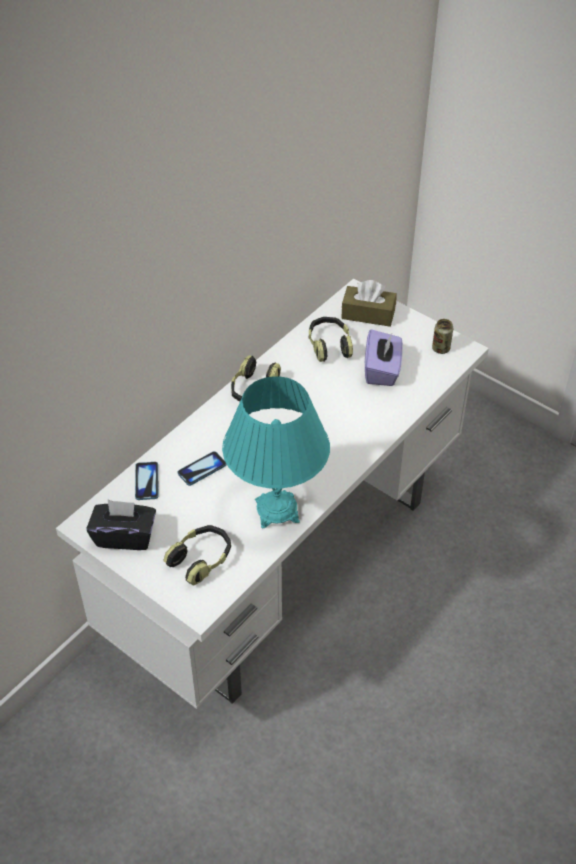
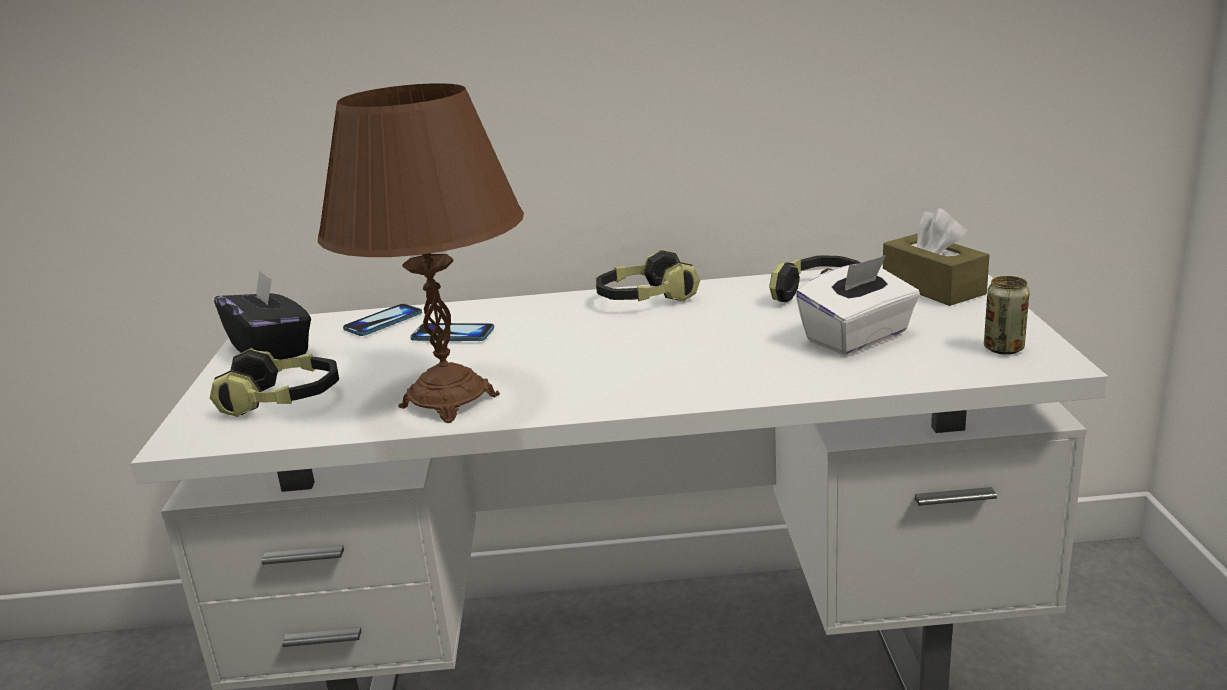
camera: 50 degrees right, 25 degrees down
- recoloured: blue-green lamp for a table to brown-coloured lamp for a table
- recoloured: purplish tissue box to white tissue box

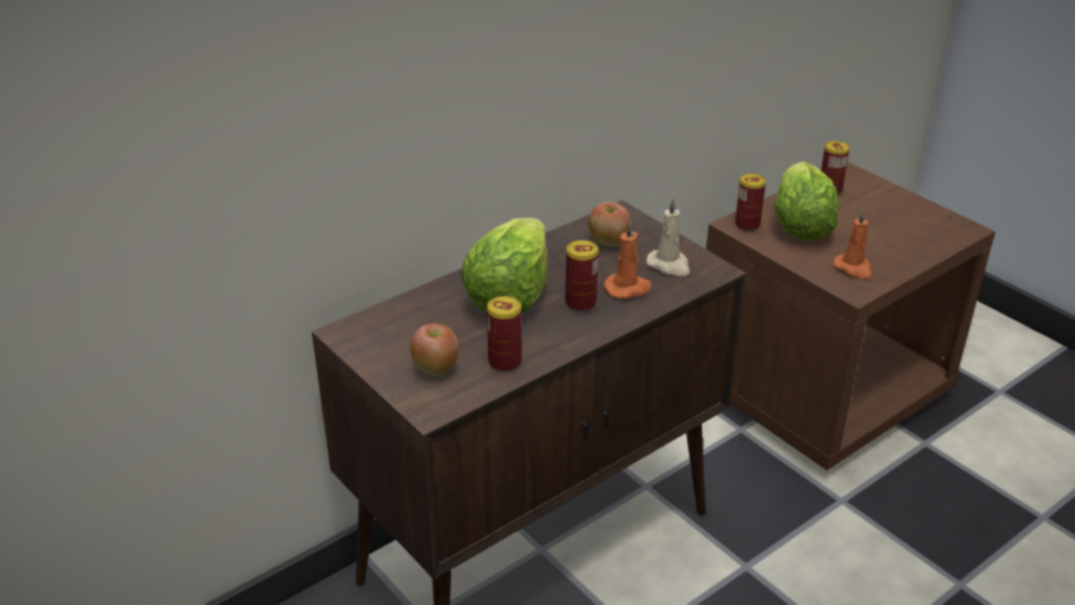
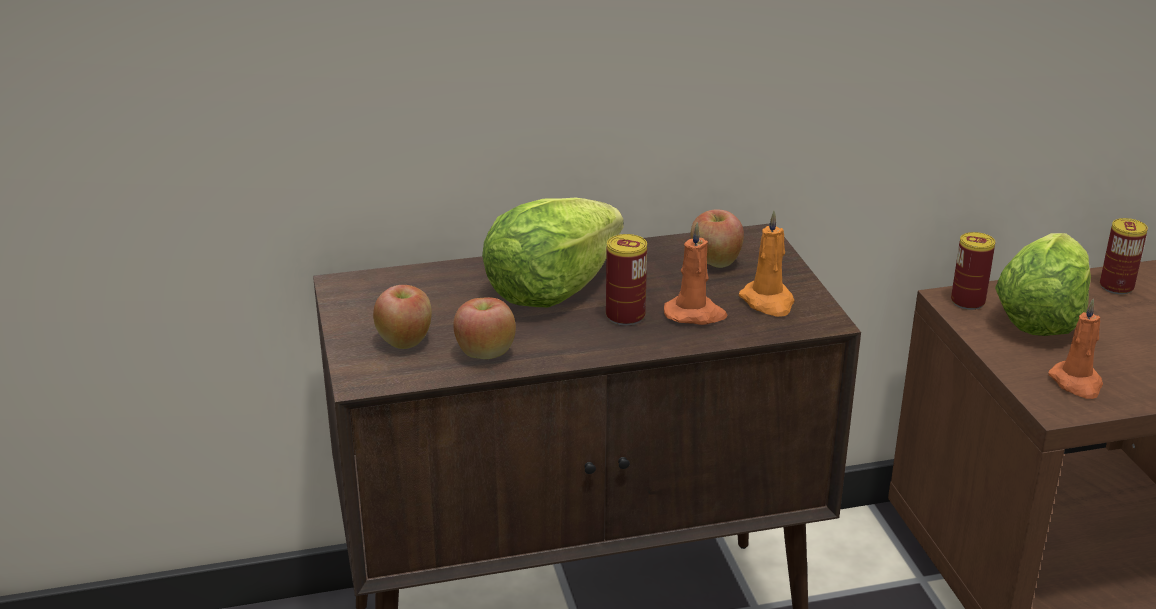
camera: 25 degrees right, 5 degrees down
- replaced: metal can (1st from left) to apple fruit (2nd from left)
- recoloured: sand-coloured wax candle to orangey wax candle (2nd from left)

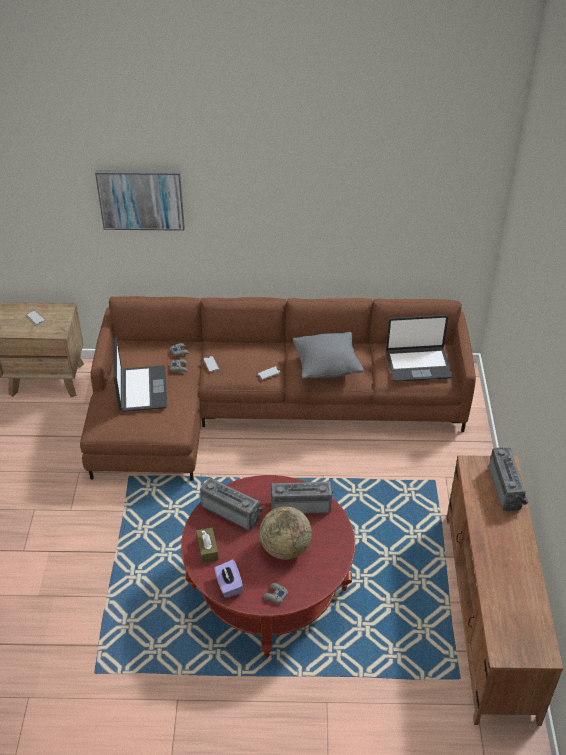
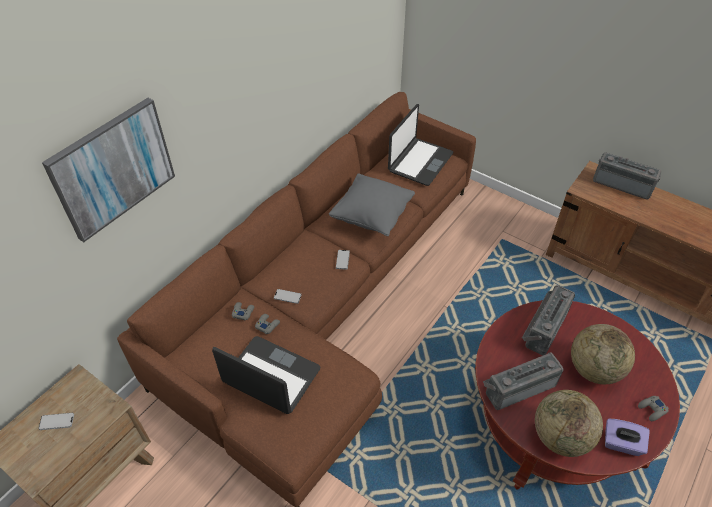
camera: 55 degrees left, 5 degrees up
- replaced: brown-coloured tissue box to world globe (1st from left)

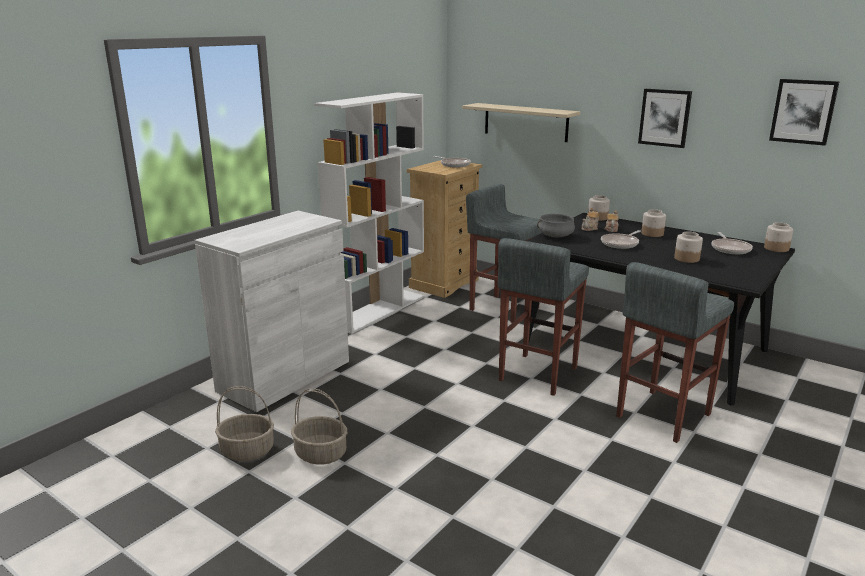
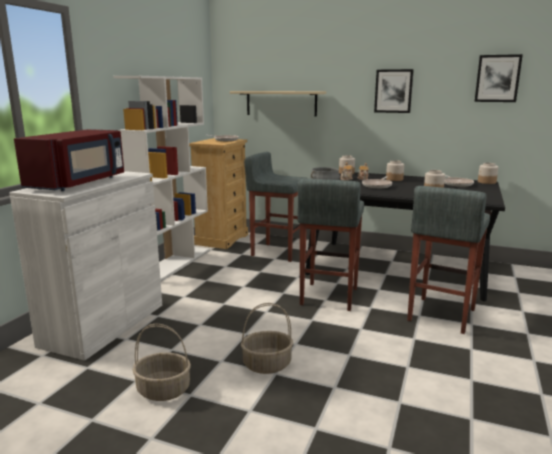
camera: 15 degrees left, 5 degrees down
- added: red-coloured kitchen microwave
- moved: basket (1st from left in the first image) to basket (2nd from left)

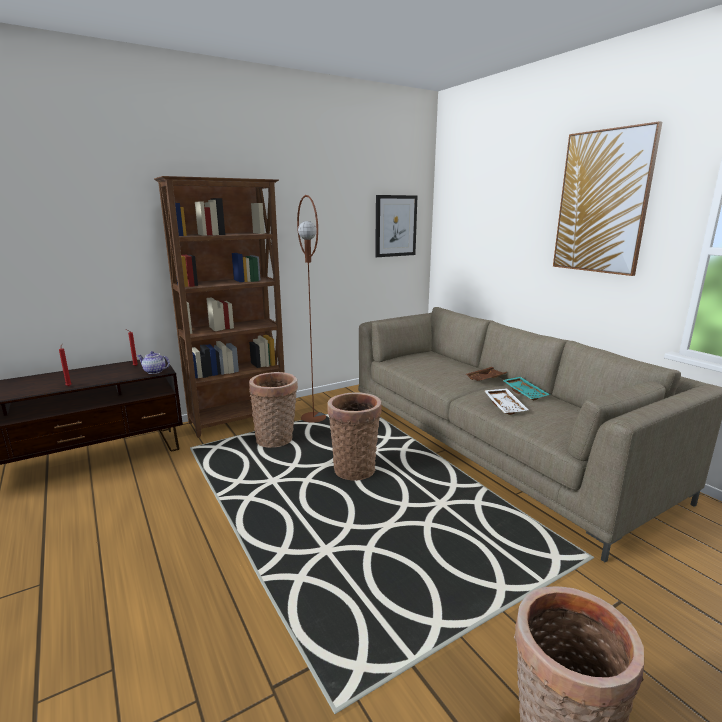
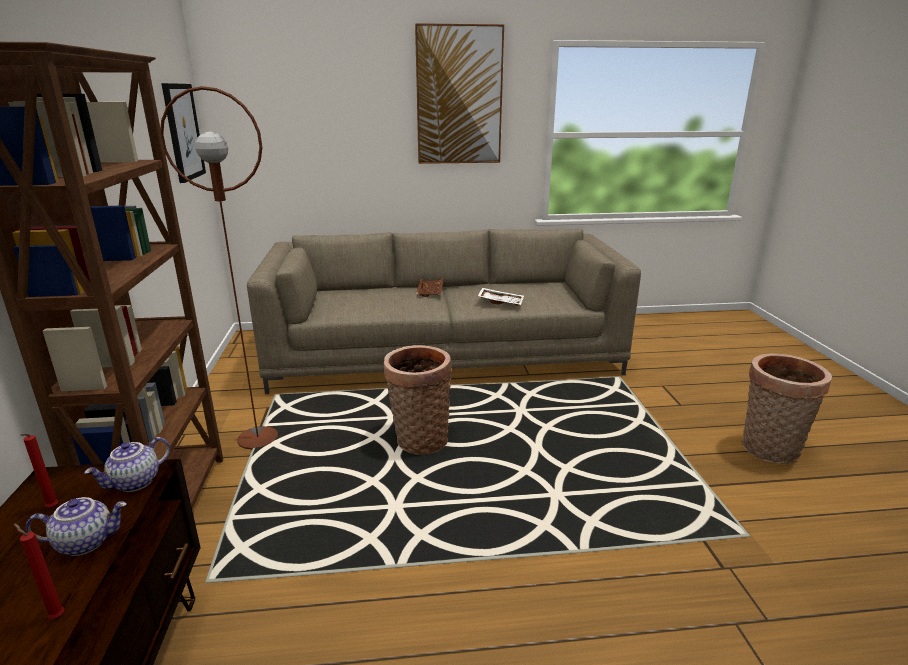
camera: 65 degrees left, 5 degrees up
- removed: basket (1st from left)
- removed: blue-green tray
- added: pot for tea (1st from left)

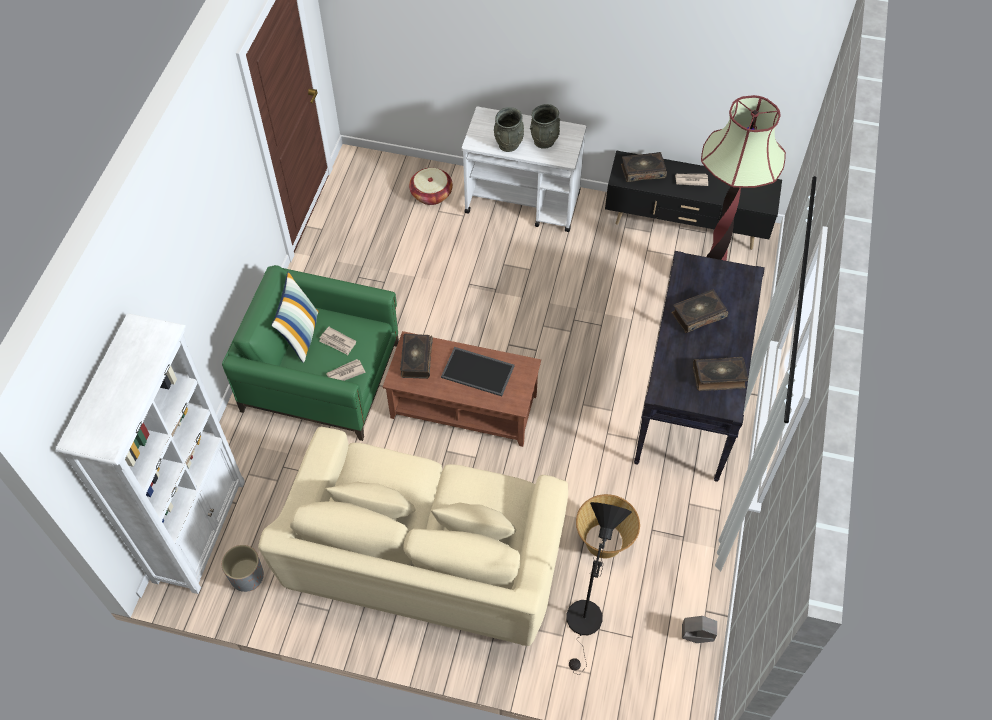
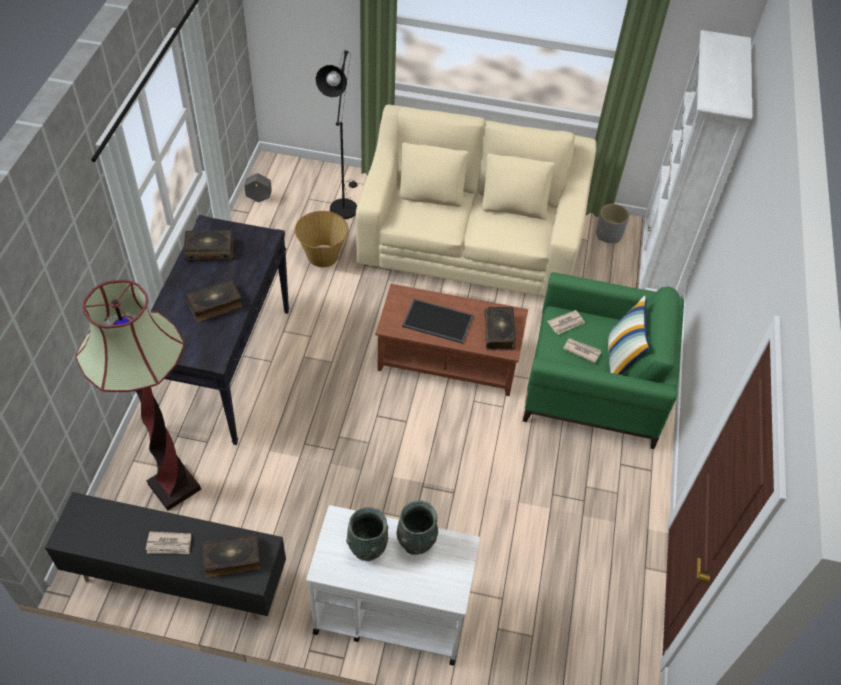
camera: 175 degrees right, 5 degrees down
- removed: basket (1st from left)

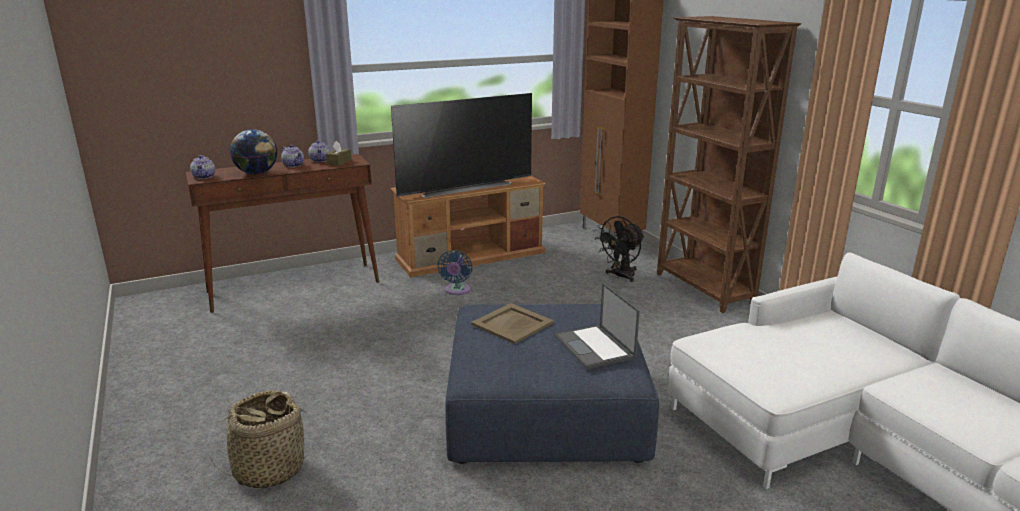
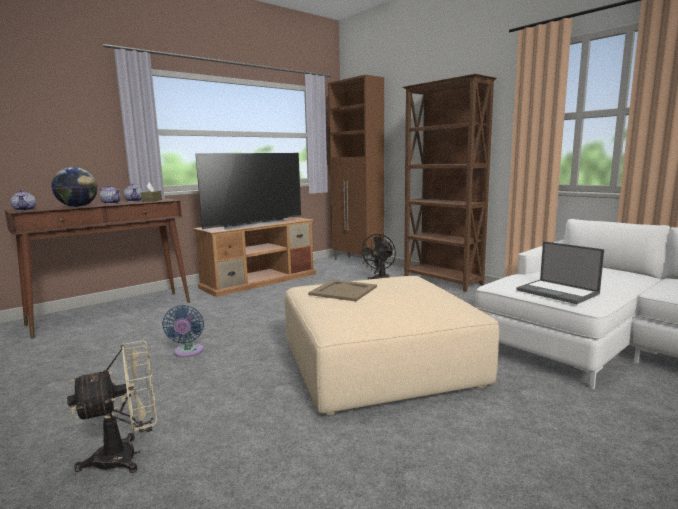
camera: 15 degrees left, 10 degrees down
- moved: blue fan
- moved: laptop
- replaced: basket to sand-coloured fan
- recoloured: blue ottoman to sand-coloured ottoman

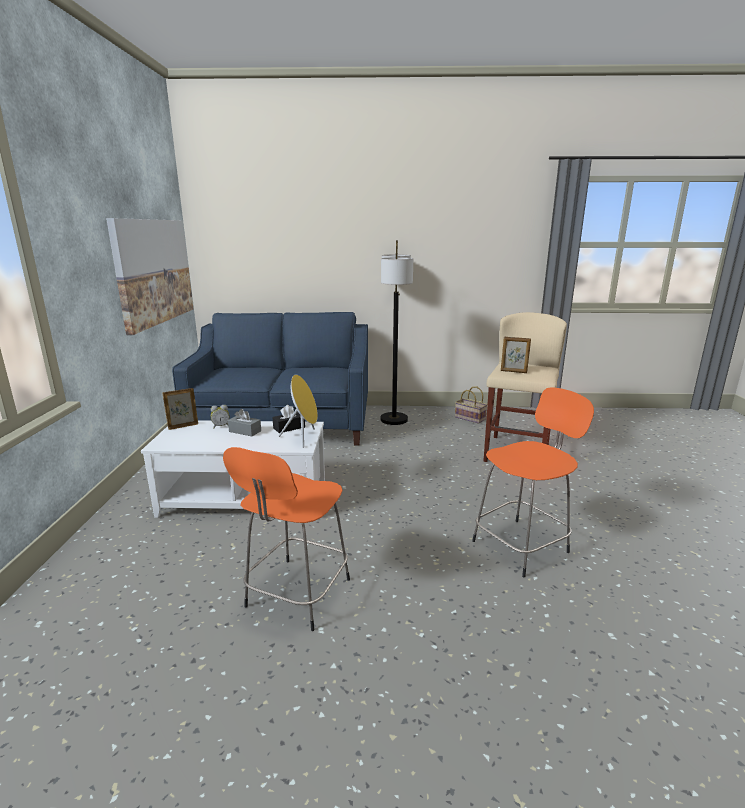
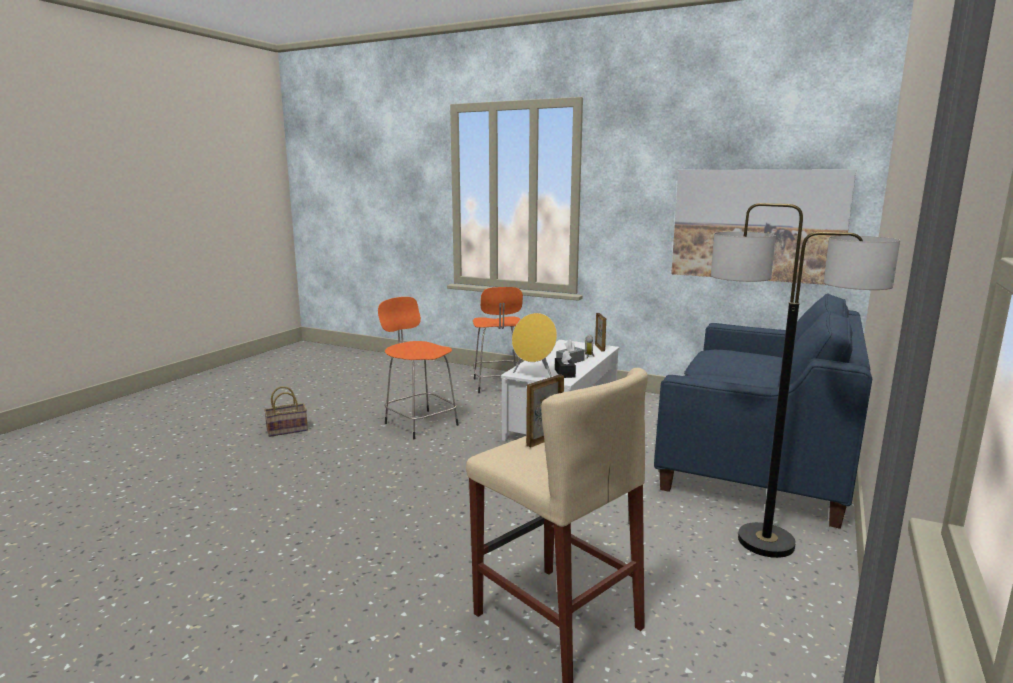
camera: 115 degrees right, 5 degrees down
- moved: basket
- moved: orangey stool (2nd from left)

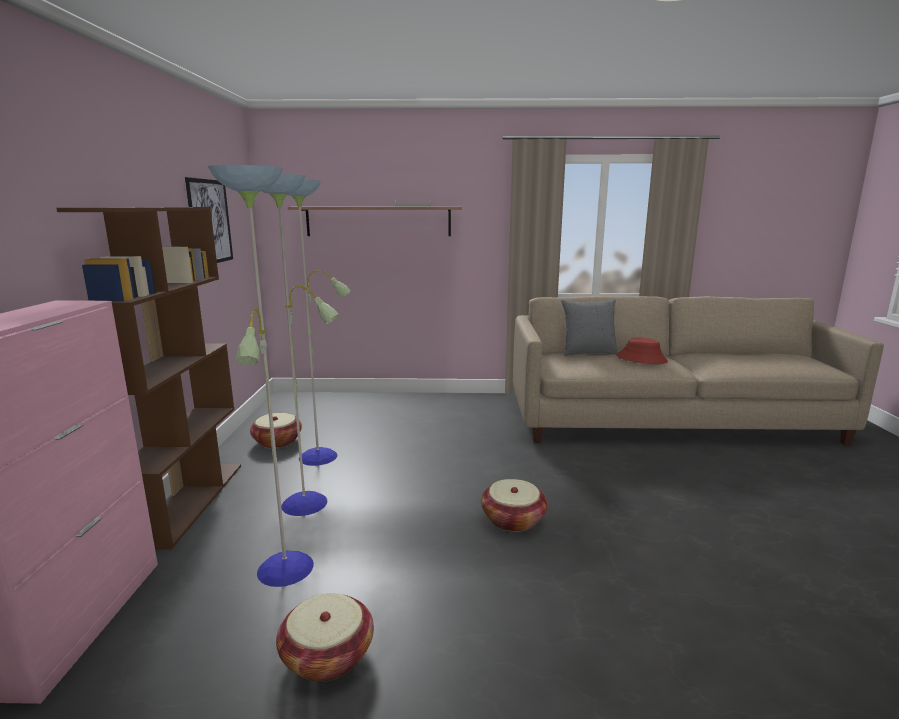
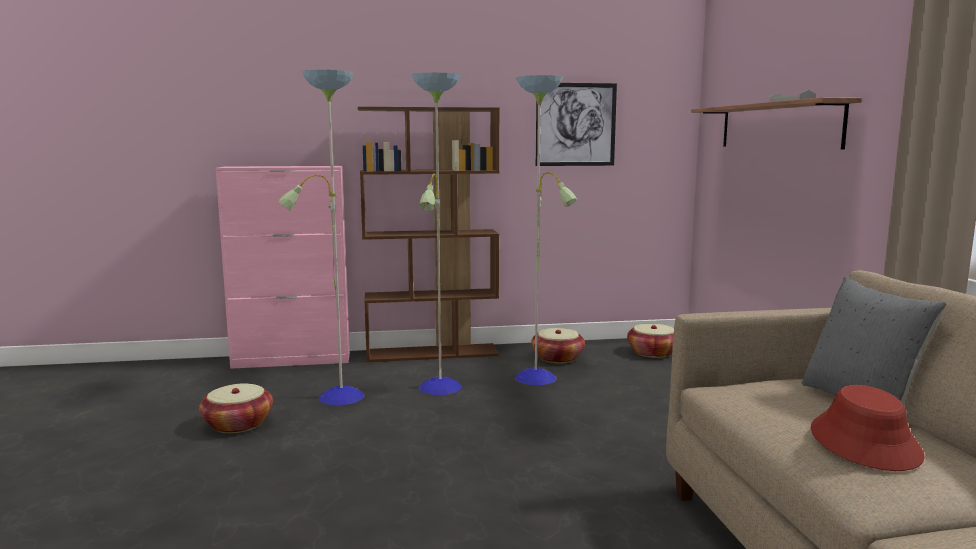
camera: 80 degrees right, 5 degrees down
- moved: basket (3rd from left)

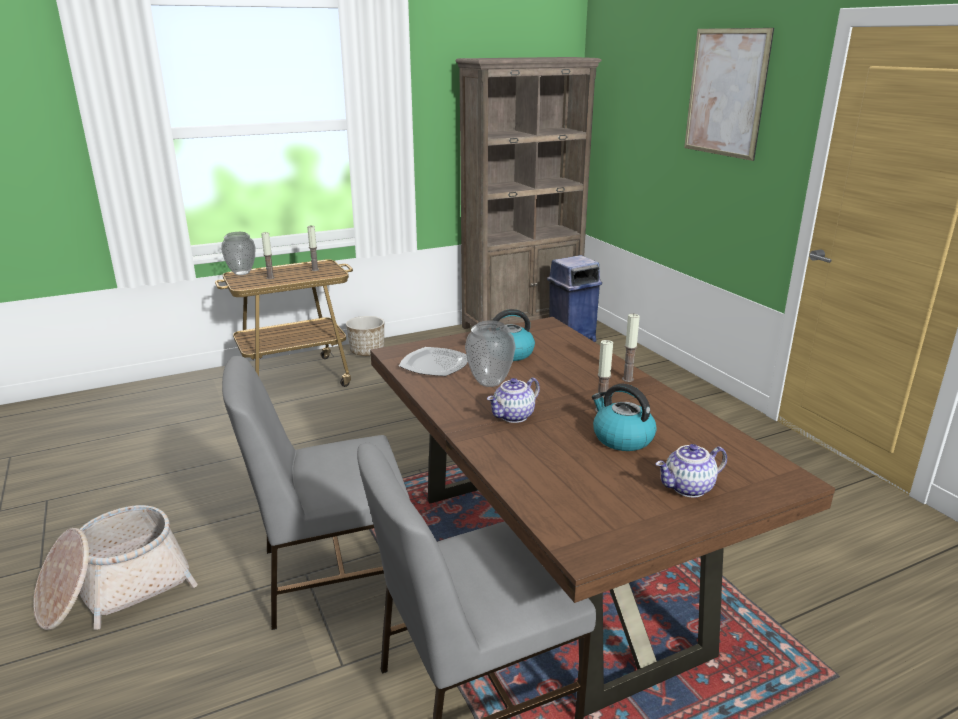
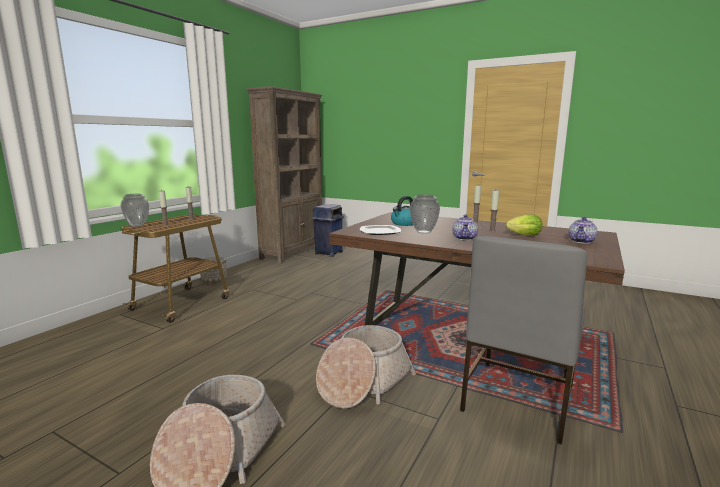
camera: 35 degrees left, 10 degrees down
- removed: wall picture
- replaced: greyish upright chair (1st from left) to basket (2nd from left)
- replaced: tea kettle (2nd from left) to lettuce

